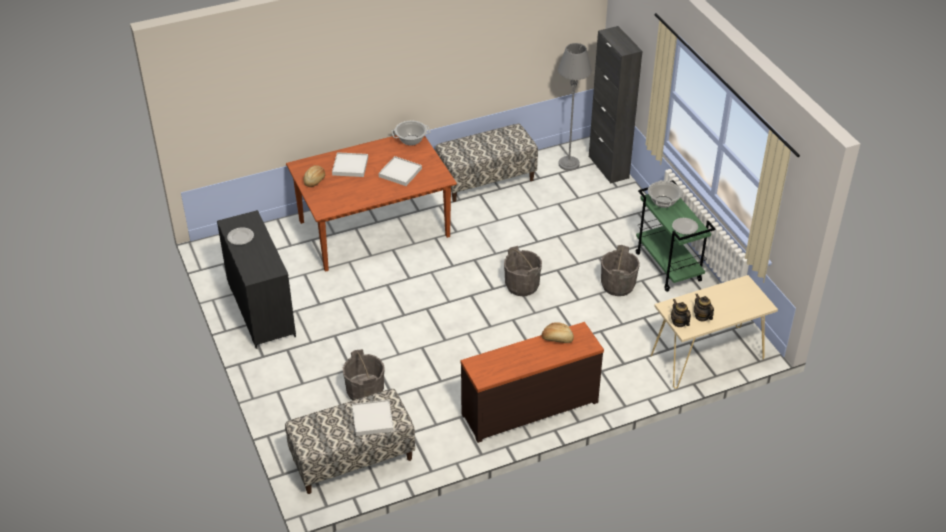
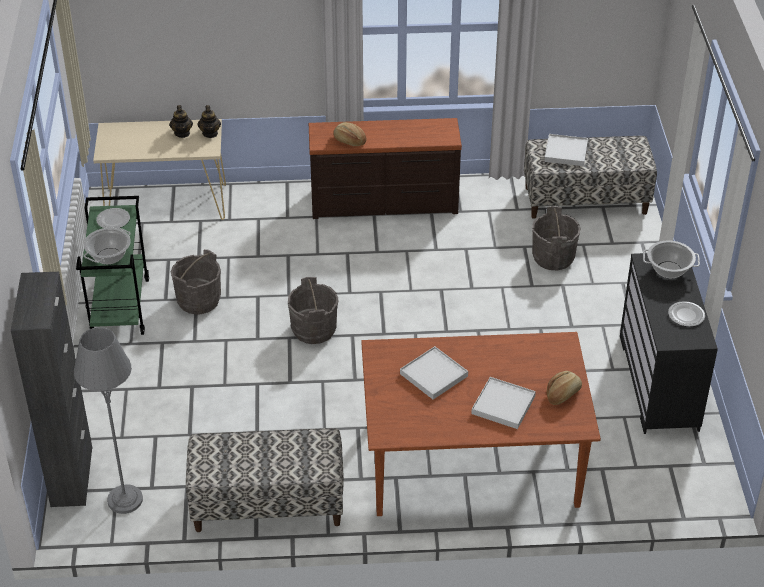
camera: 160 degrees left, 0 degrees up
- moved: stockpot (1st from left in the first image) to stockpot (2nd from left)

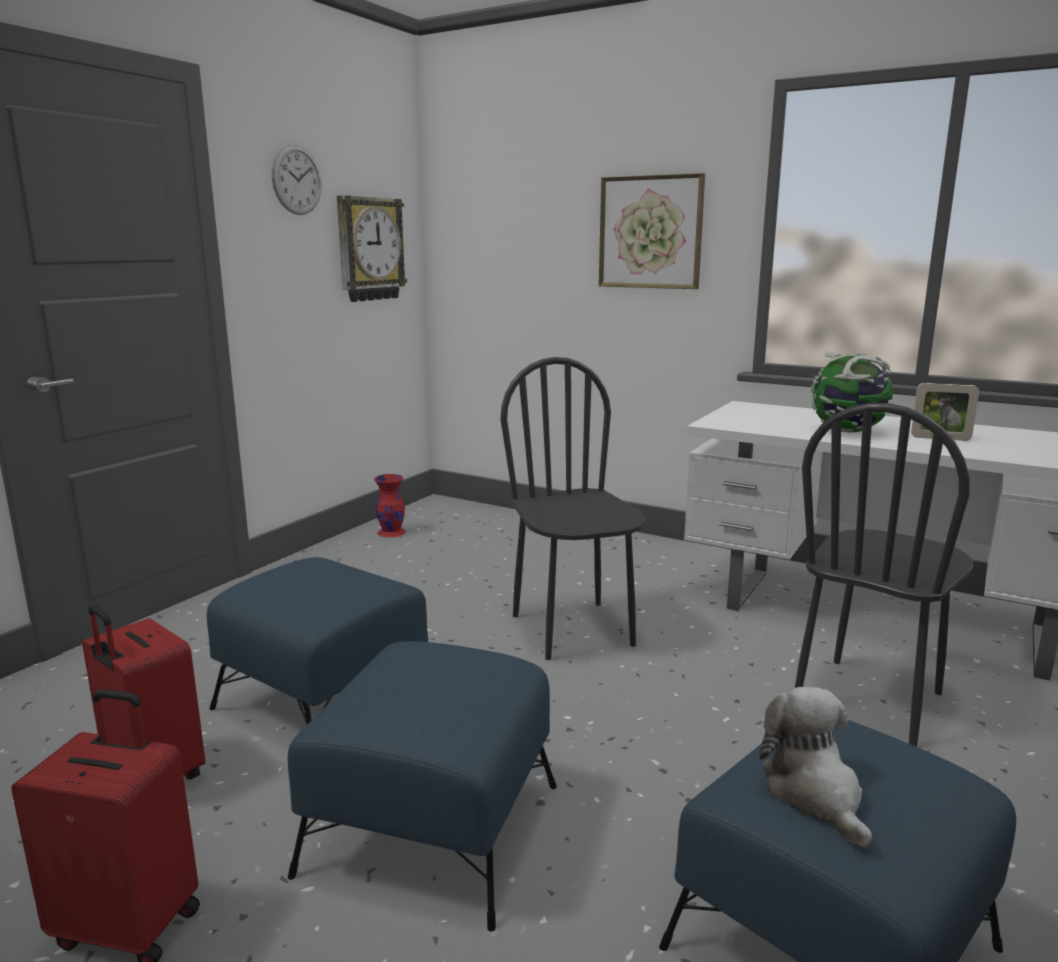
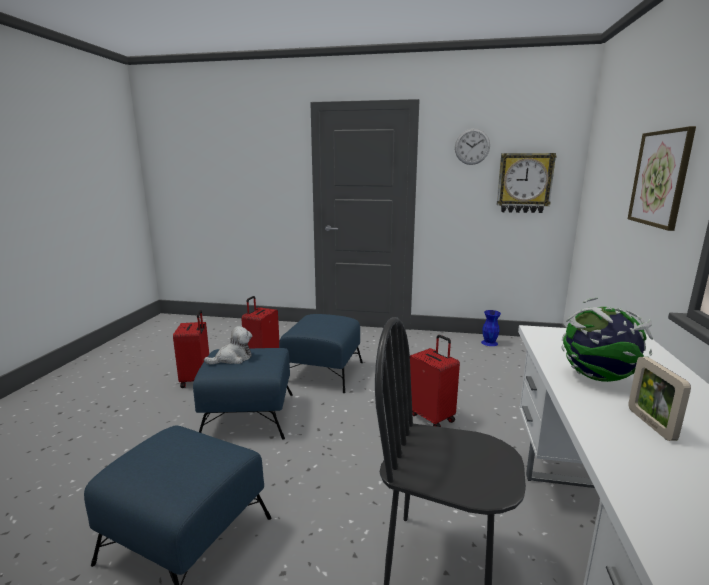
camera: 70 degrees right, 0 degrees up
- moved: plush toy
- replaced: black-coloured upright chair (1st from left) to red-coloured travel case (3rd from left)
- recoloured: red-coloured flower vase to blue flower vase

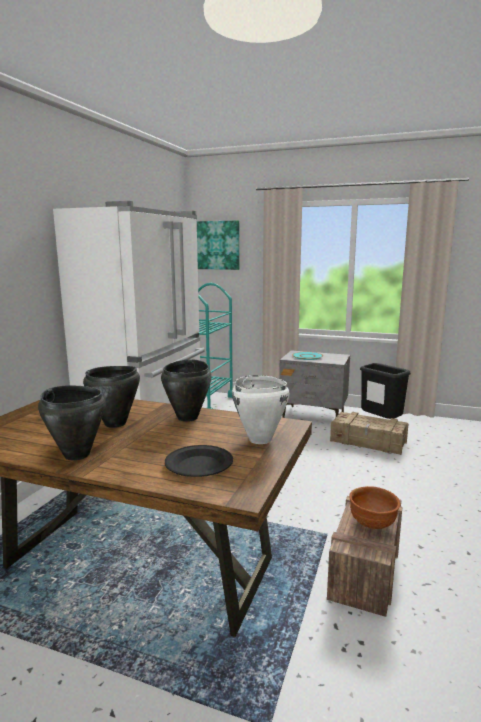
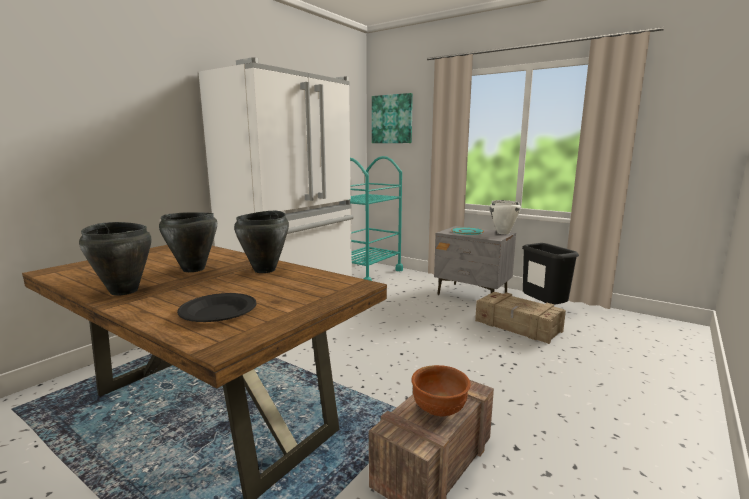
camera: 15 degrees right, 0 degrees up
- moved: white stockpot

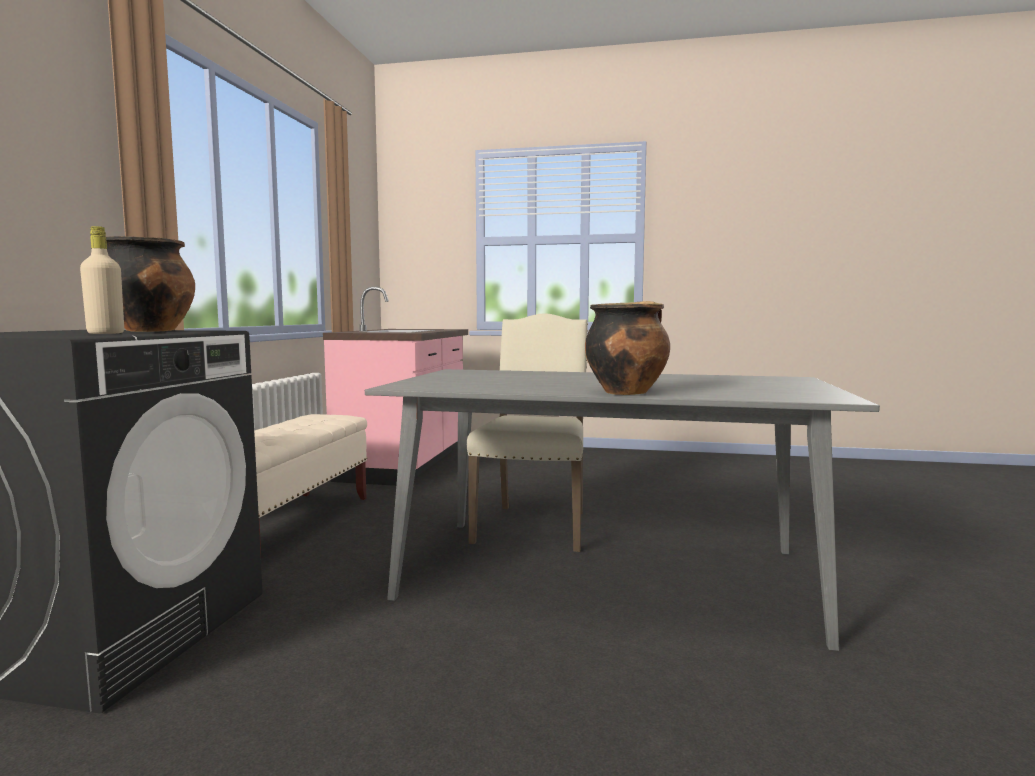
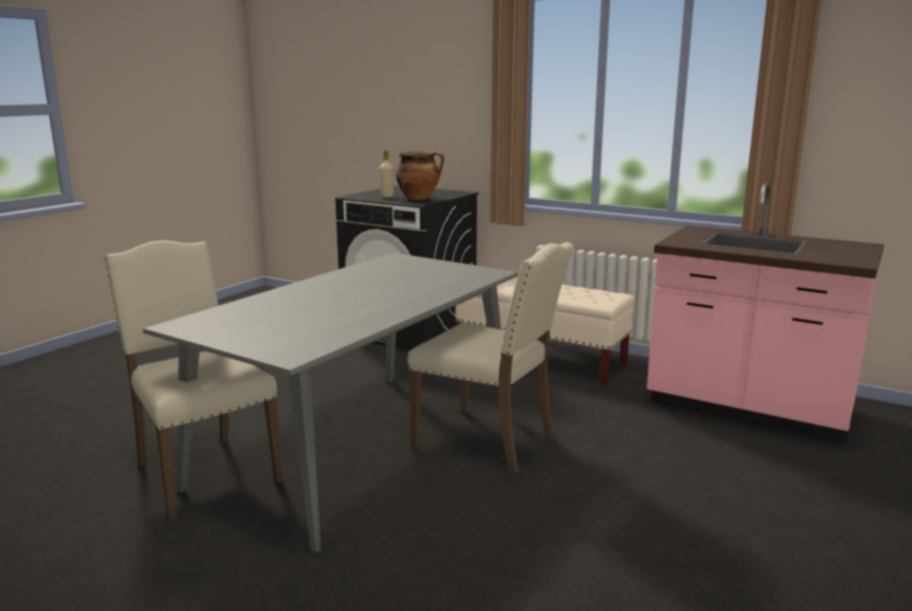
camera: 110 degrees right, 10 degrees up
- removed: stockpot (2nd from left)
- added: sand-coloured upright chair (1st from left)

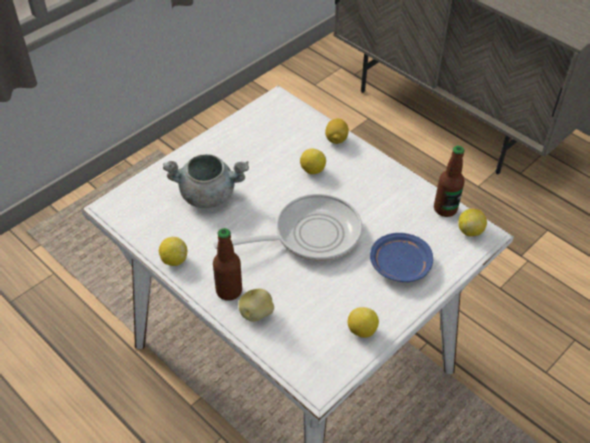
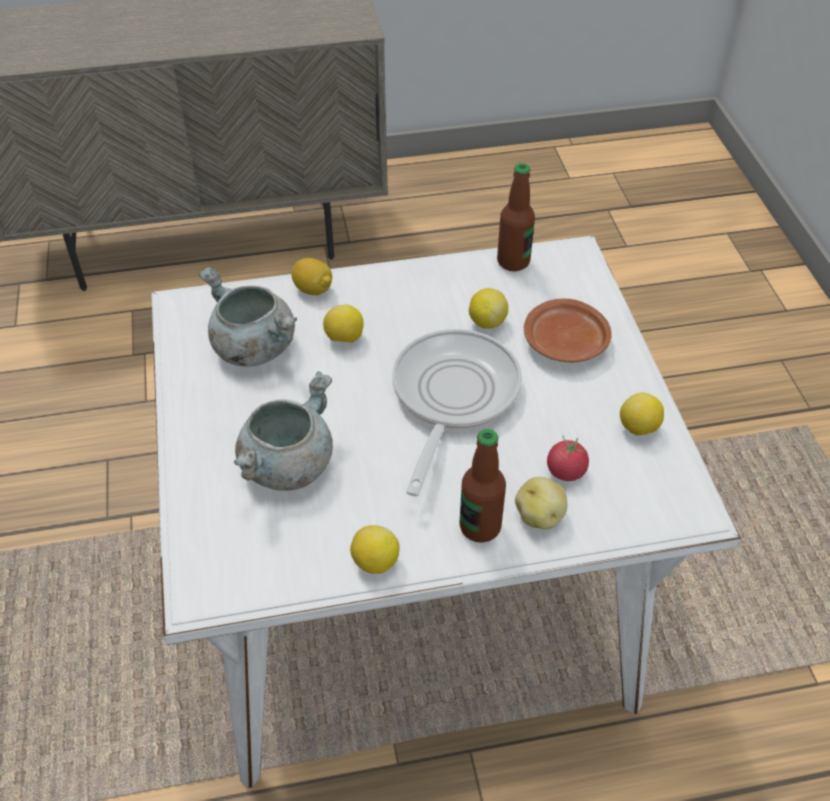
camera: 55 degrees left, 0 degrees up
- added: greyish stockpot (1st from left)
- added: tomato
- moved: lemon (5th from left in the first image) to lemon (4th from left)
- recoloured: blue plate to brown-coloured plate

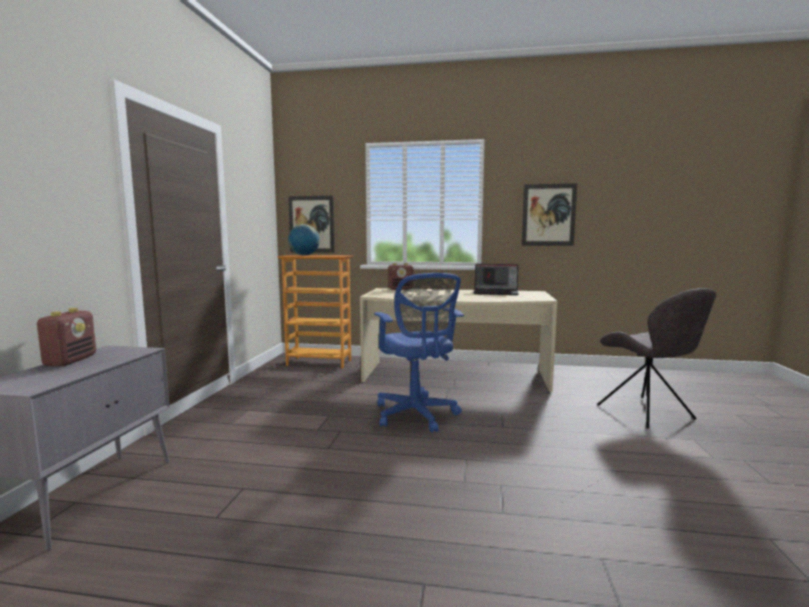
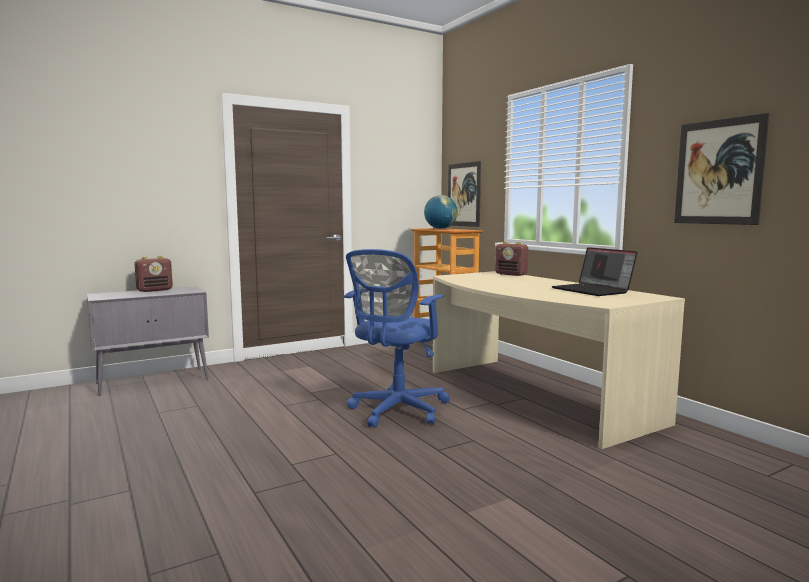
camera: 50 degrees right, 0 degrees up
- removed: greyish upright chair

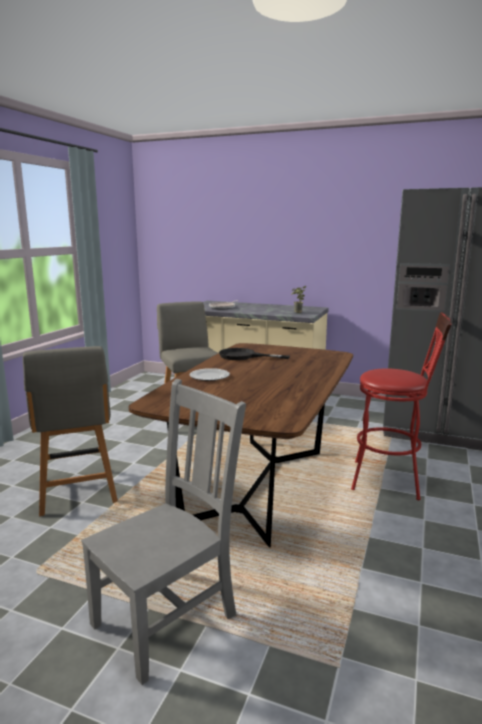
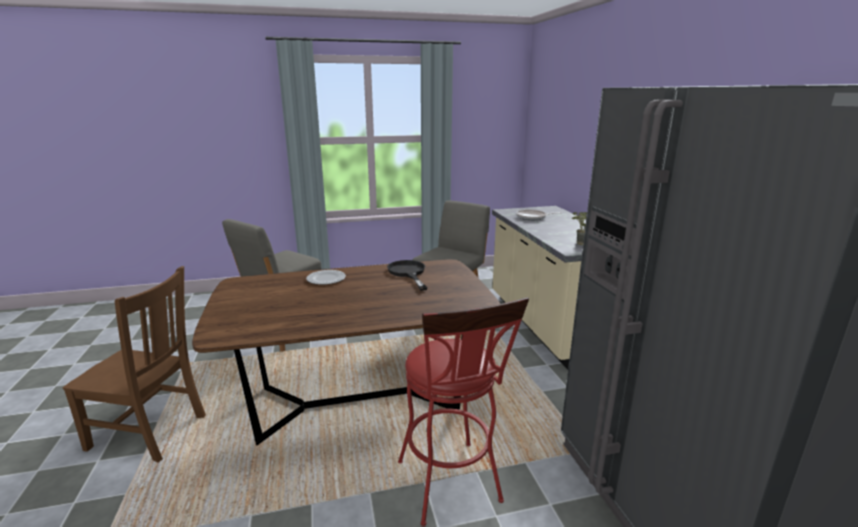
camera: 55 degrees right, 5 degrees up
- recoloured: greyish upright chair (2nd from left) to brown-coloured upright chair

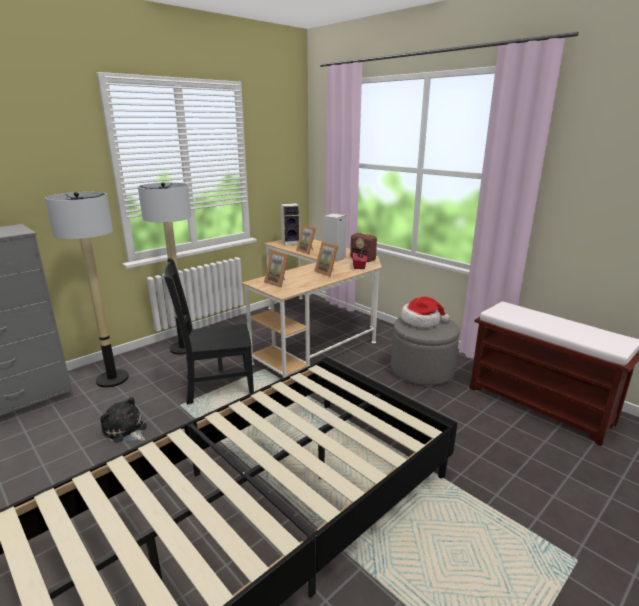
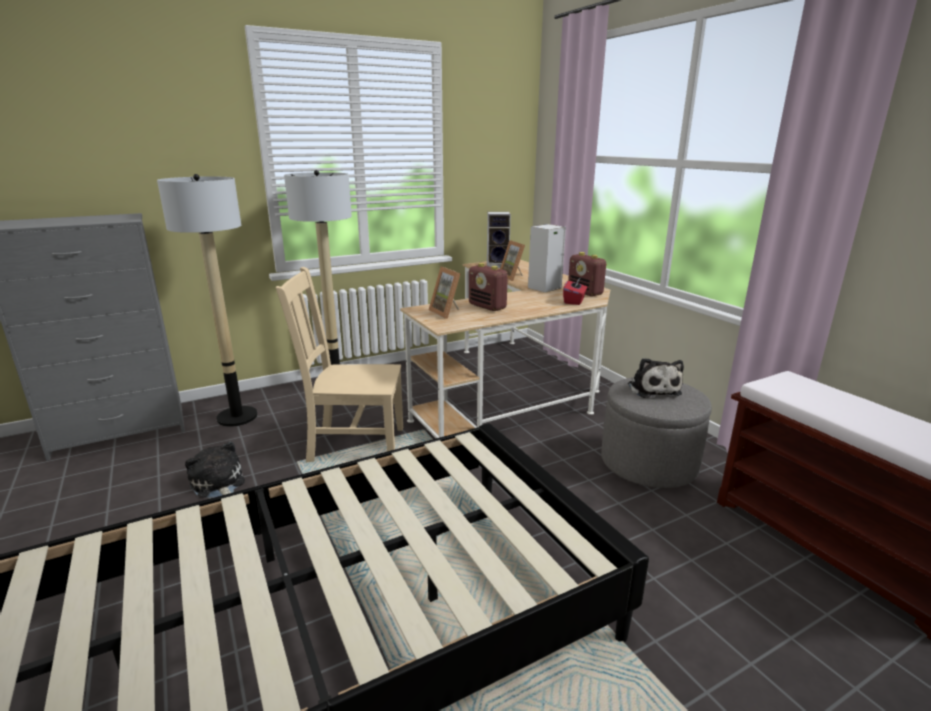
camera: 15 degrees right, 0 degrees up
- removed: picture frame (3rd from left)
- added: radio receiver (1st from left)
- replaced: hat to plush toy (2nd from left)
- recoloured: black-coloured upright chair to sand-coloured upright chair

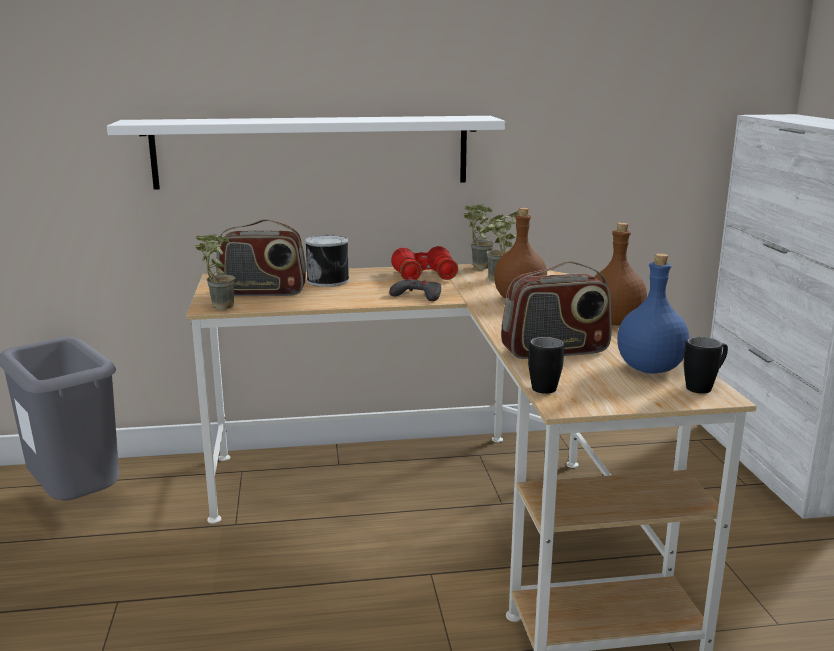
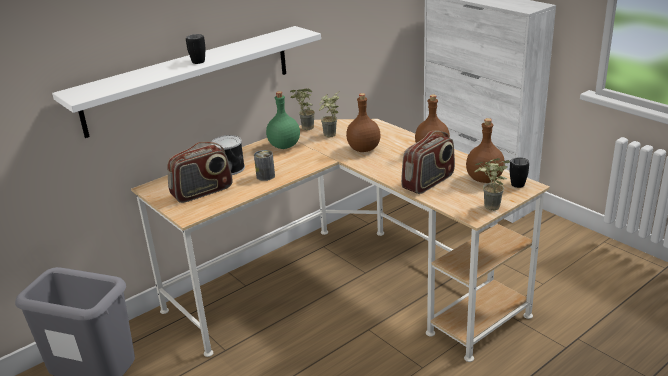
camera: 30 degrees left, 10 degrees up
- removed: greyish gamepad
- added: metal can (2nd from left)
- moved: houseplant (1st from left in the first image) to houseplant (3rd from left)
- moved: black-coloured coffee mug (1st from left)
- replaced: red-coloured field glasses to greenish bottle
- recoloured: blue bottle to brown-coloured bottle (3rd from left)

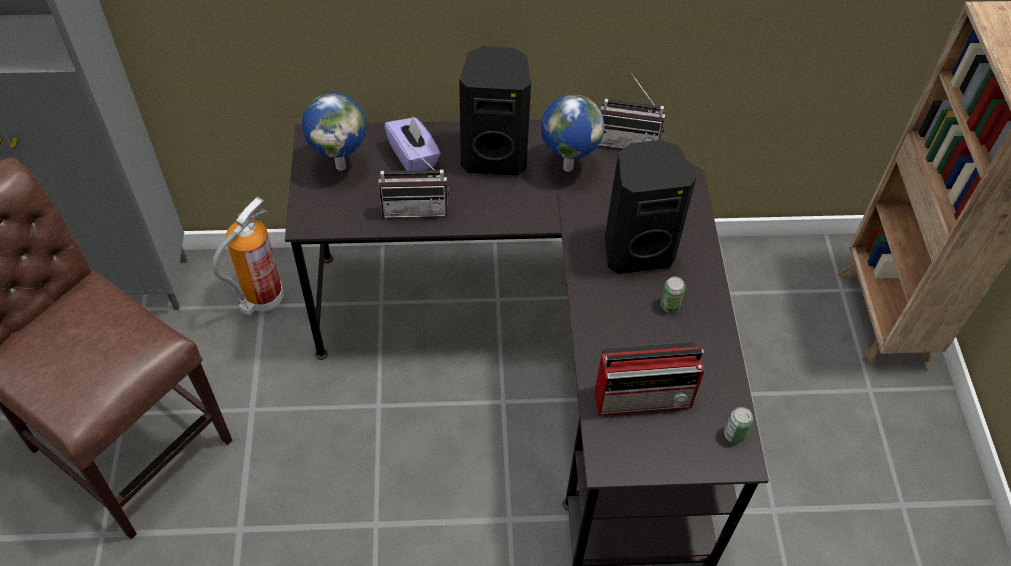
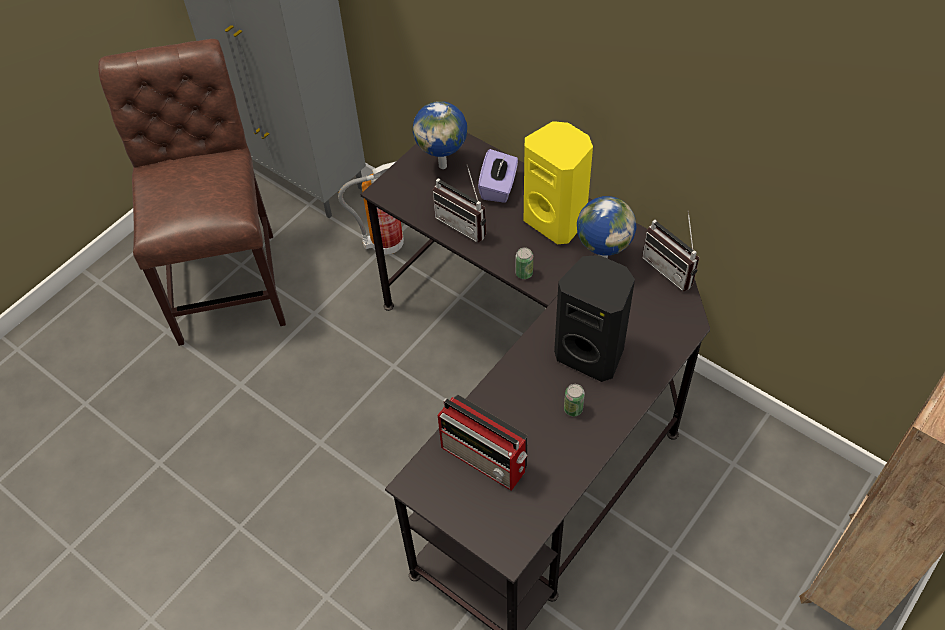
camera: 45 degrees right, 0 degrees up
- moved: metal can (2nd from left in the first image) to metal can (1st from left)
- recoloured: black-coloured audio speaker (1st from left) to yellowish audio speaker

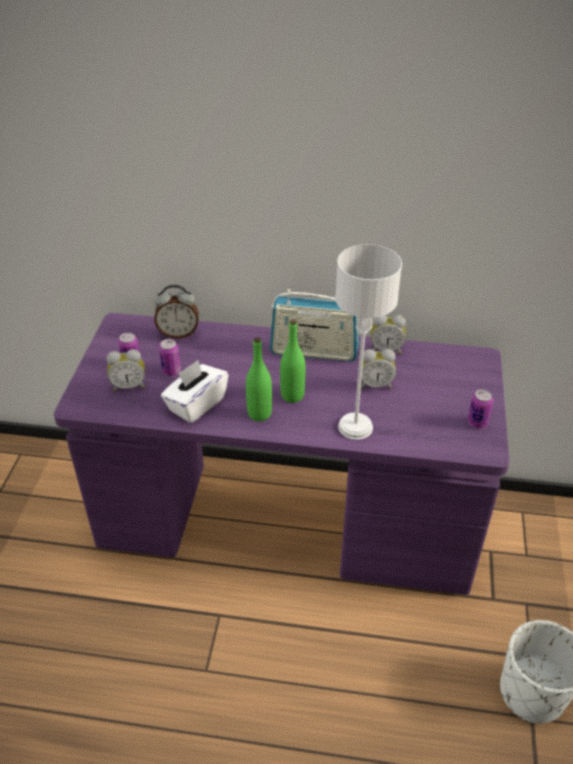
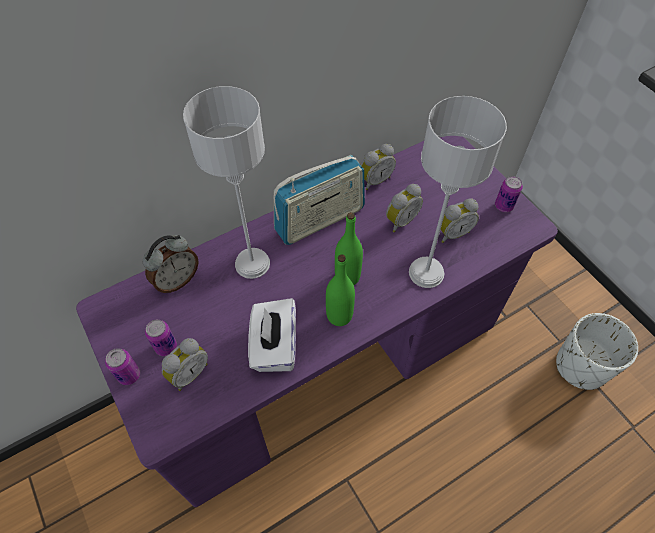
camera: 40 degrees left, 15 degrees up
- added: greyish lamp for a table (1st from left)
- added: alarm clock (5th from left)
- moved: metal can (2nd from left in the first image) to metal can (1st from left)

